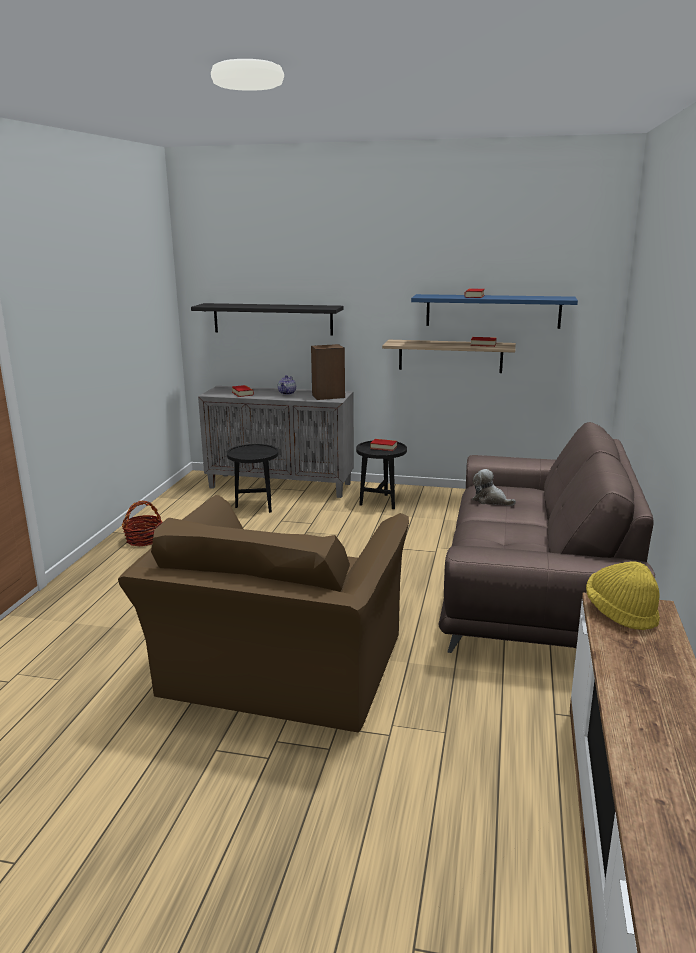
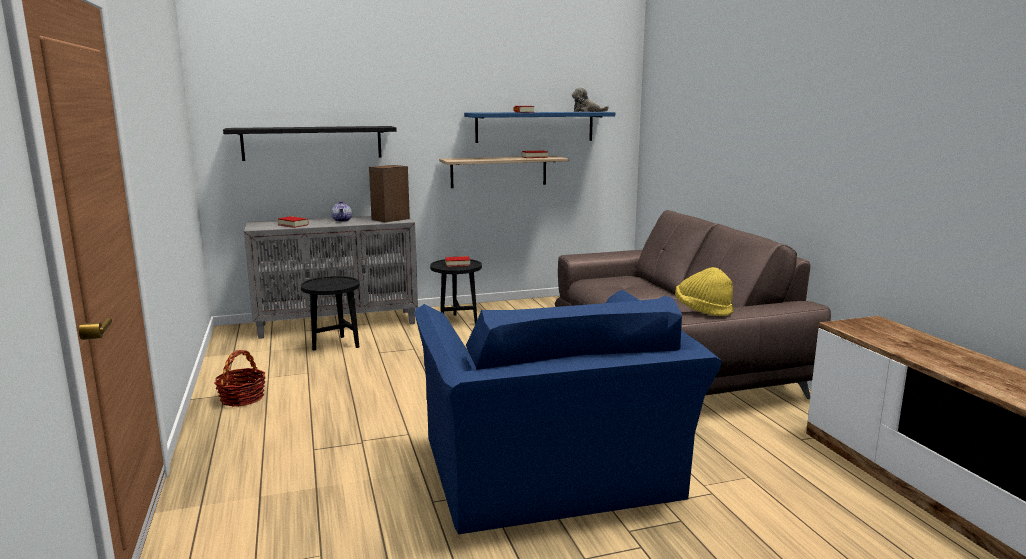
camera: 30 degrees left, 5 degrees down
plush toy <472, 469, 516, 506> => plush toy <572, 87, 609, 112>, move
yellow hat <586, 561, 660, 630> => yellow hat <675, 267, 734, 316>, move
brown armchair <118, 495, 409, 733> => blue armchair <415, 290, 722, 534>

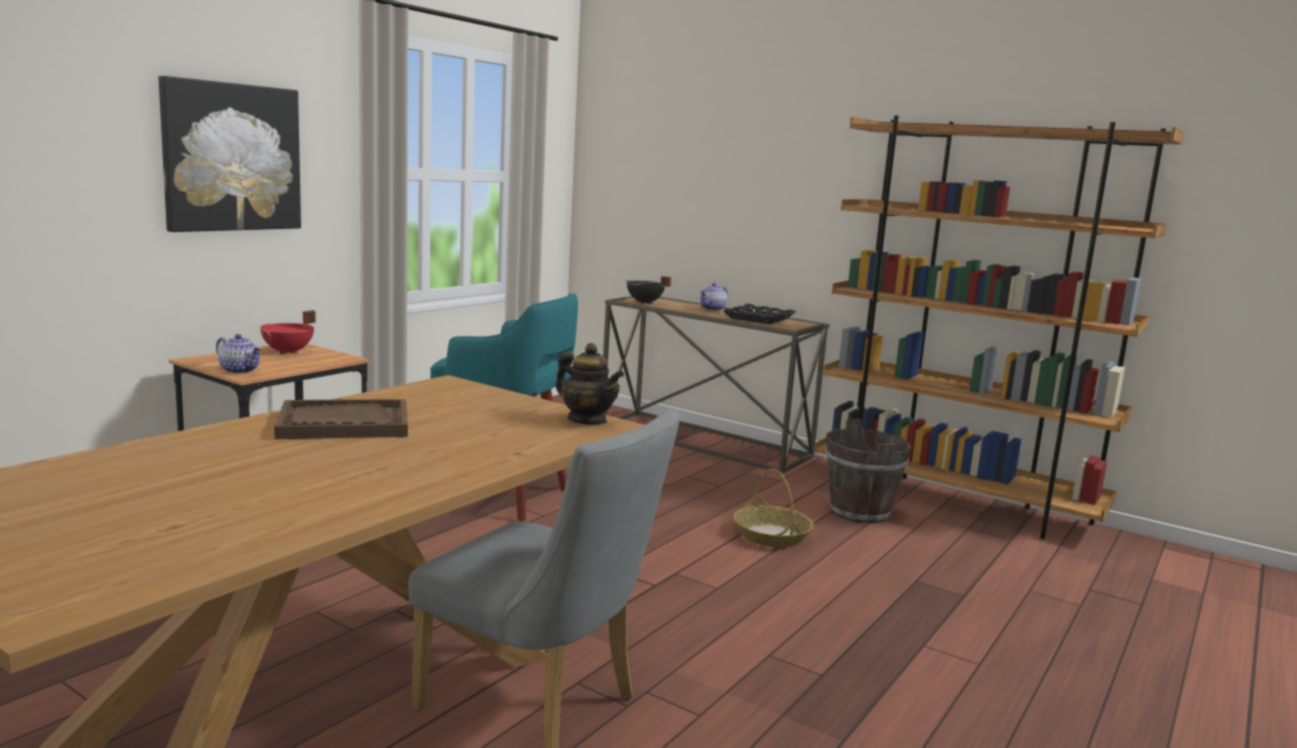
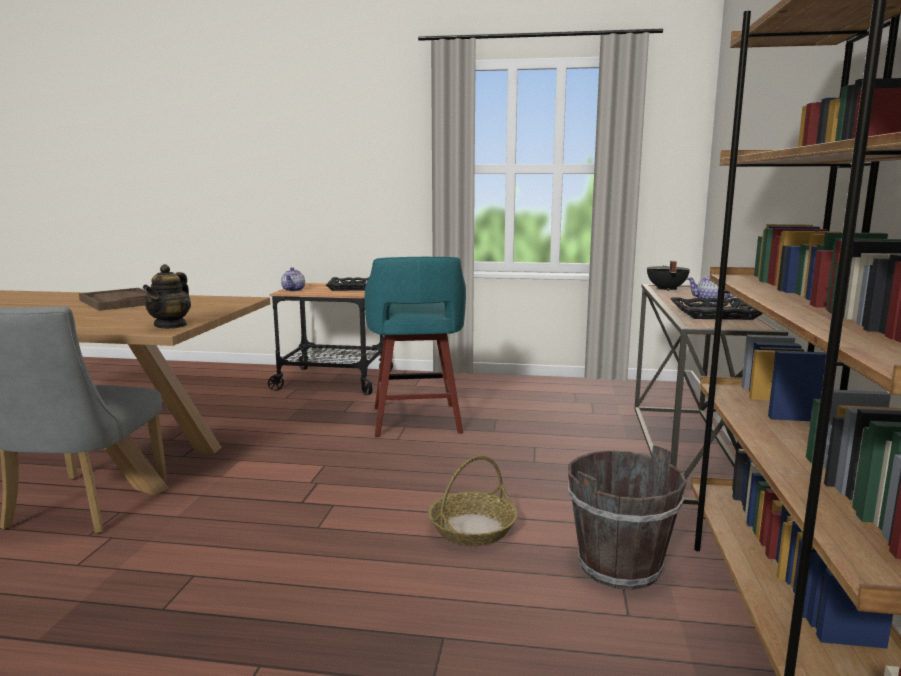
camera: 65 degrees right, 0 degrees up
picture <159, 76, 301, 232> => nothing
red cooking pot <260, 310, 316, 354> => black tray <326, 277, 369, 291>

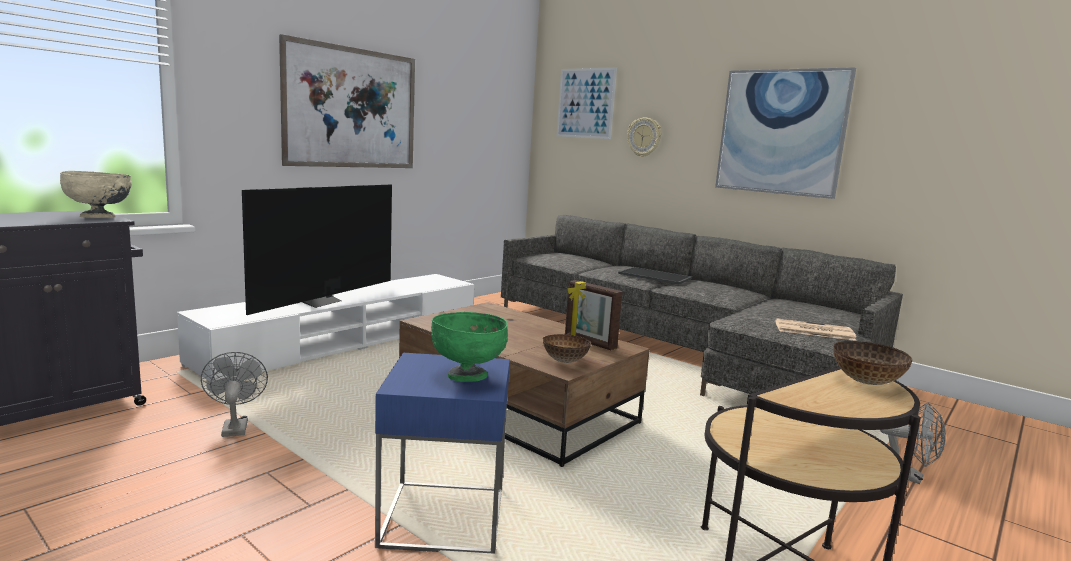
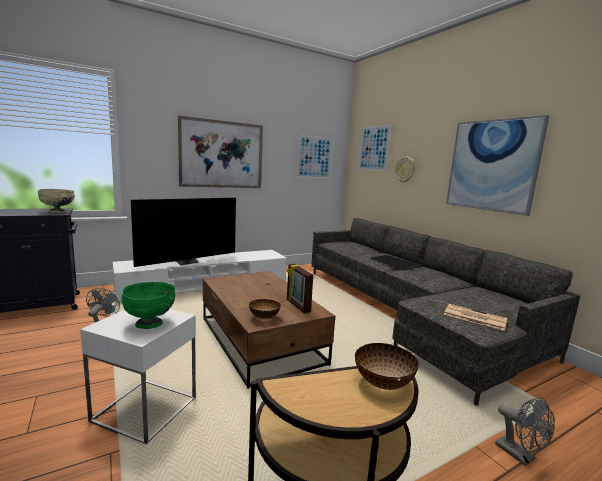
camera: 20 degrees right, 0 degrees up
nothing => picture <296, 135, 333, 179>
blue side table <375, 353, 510, 554> => white side table <80, 309, 196, 444>

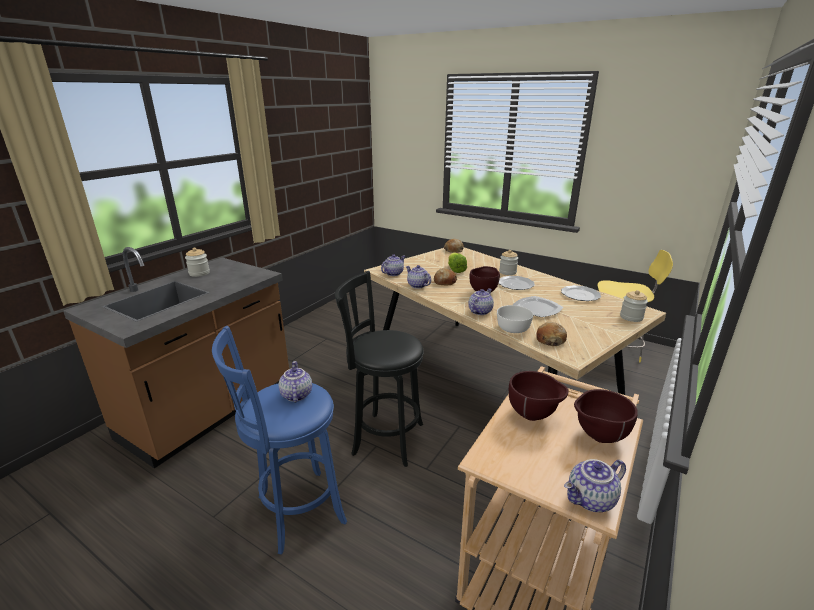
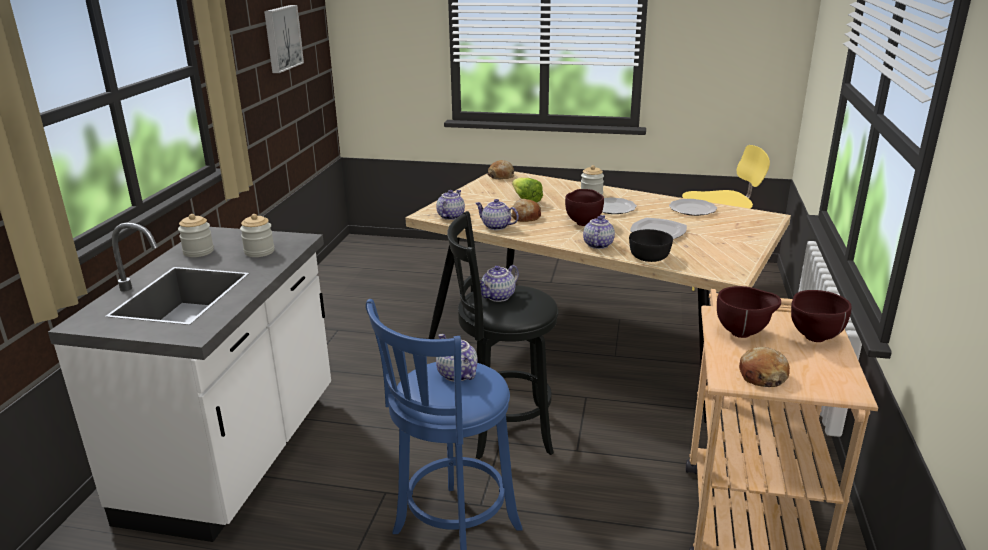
camera: 20 degrees left, 0 degrees up
nothing => picture <264, 5, 304, 73>
bread <537, 322, 567, 346> => bread <739, 347, 790, 387>, move
teapot <564, 459, 626, 512> => teapot <480, 265, 519, 302>, move
jar <620, 290, 648, 322> => jar <240, 214, 274, 257>, move
brown counter <63, 247, 289, 468> => white counter <48, 222, 331, 542>
white bowl <497, 305, 533, 333> => black bowl <629, 229, 673, 262>

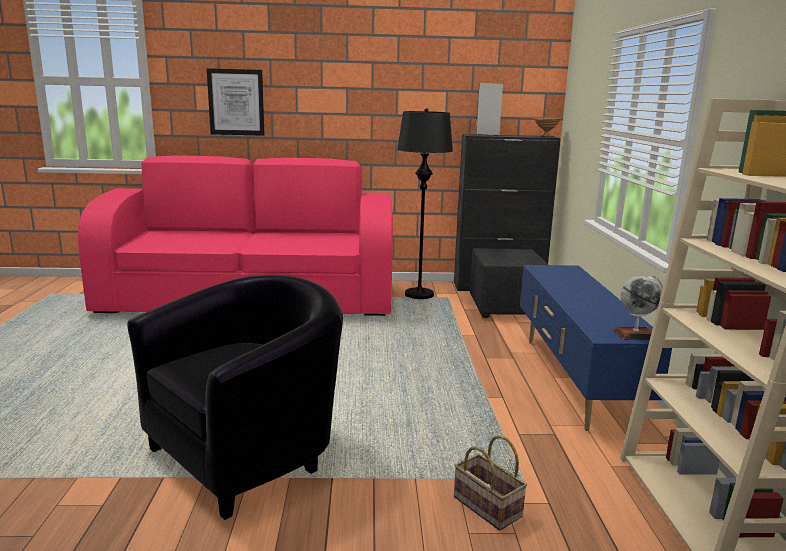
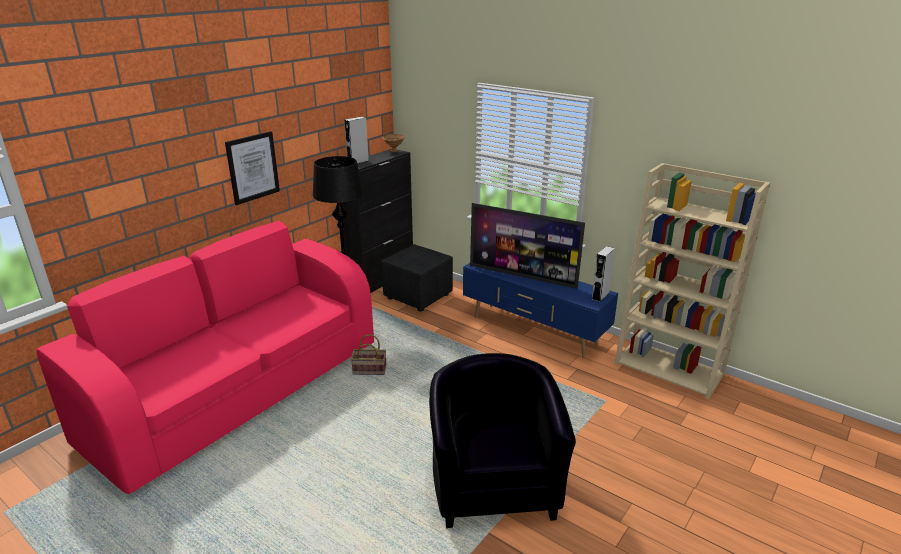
camera: 50 degrees left, 10 degrees up
nothing => television <470, 203, 585, 289>
picture <207, 68, 265, 136> => picture <225, 131, 280, 205>, move
basket <454, 435, 527, 531> => basket <351, 334, 386, 375>, move
globe <613, 275, 663, 340> => grey speaker <592, 246, 615, 302>

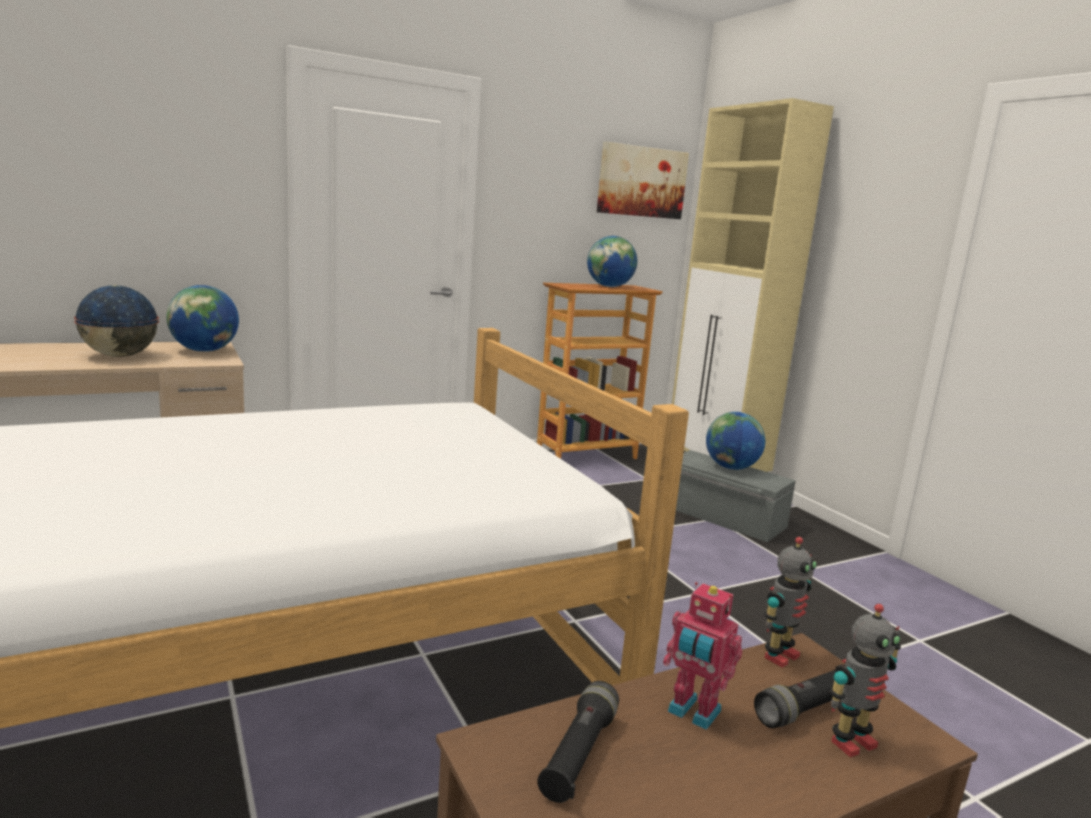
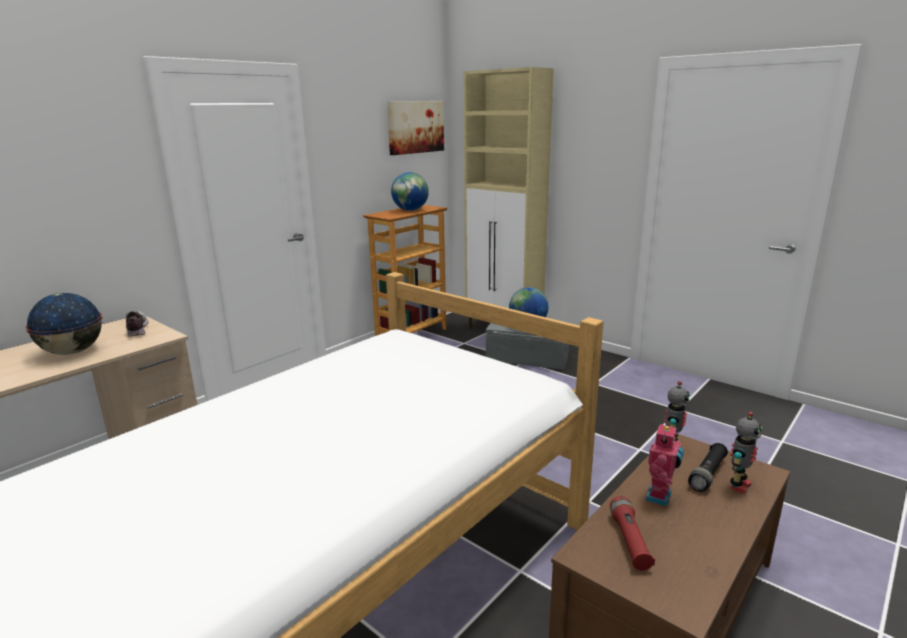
camera: 20 degrees left, 5 degrees up
globe <166, 285, 239, 352> => shoe <126, 311, 148, 337>
black flashlight <537, 681, 619, 803> => red flashlight <610, 496, 655, 571>
toy robot <663, 582, 742, 730> => toy robot <645, 423, 684, 506>, 75 degrees counterclockwise

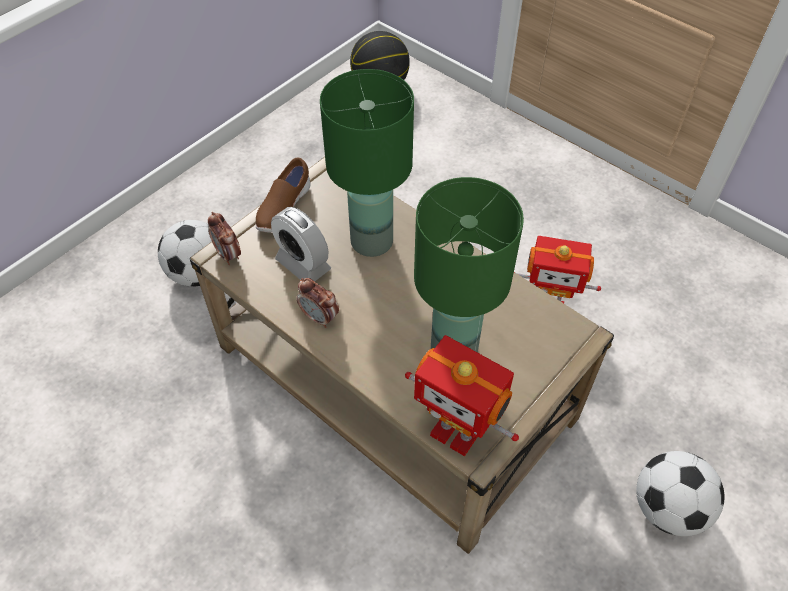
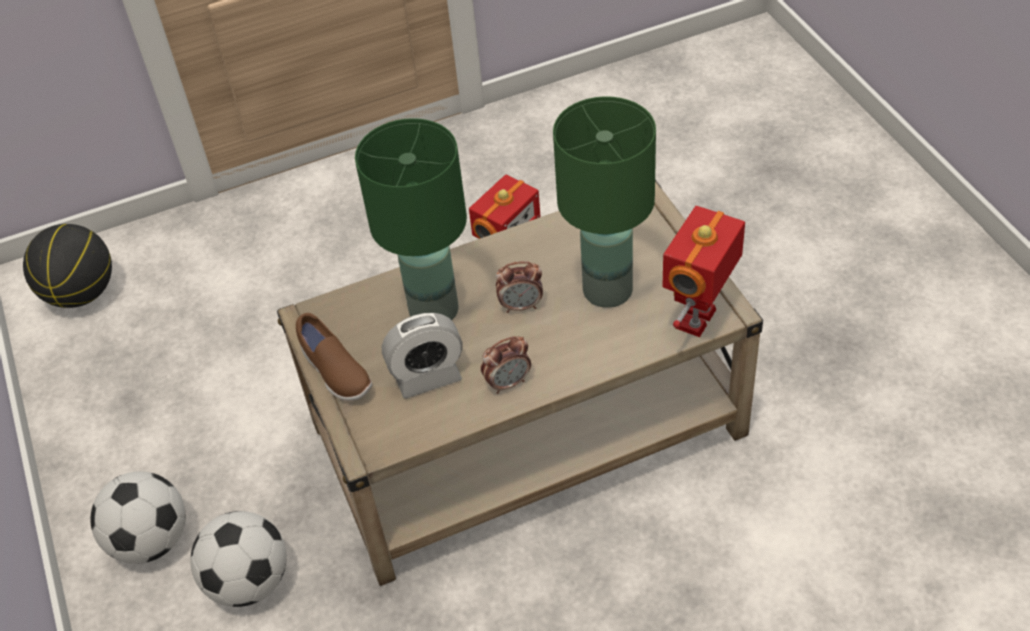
camera: 60 degrees left, 5 degrees down
alarm clock <208, 212, 241, 265> => alarm clock <496, 261, 543, 313>, move
football <636, 451, 725, 536> => football <90, 471, 185, 564>, move
toy robot <405, 335, 519, 457> => toy robot <662, 206, 745, 337>, 150 degrees clockwise

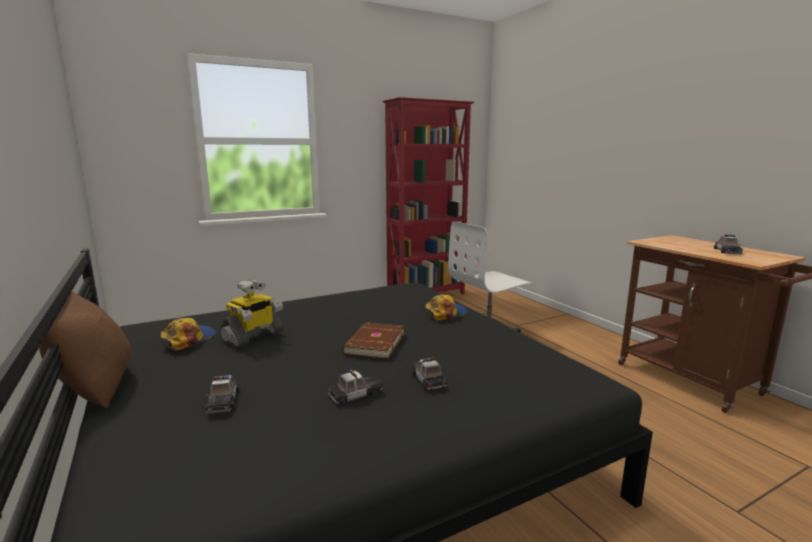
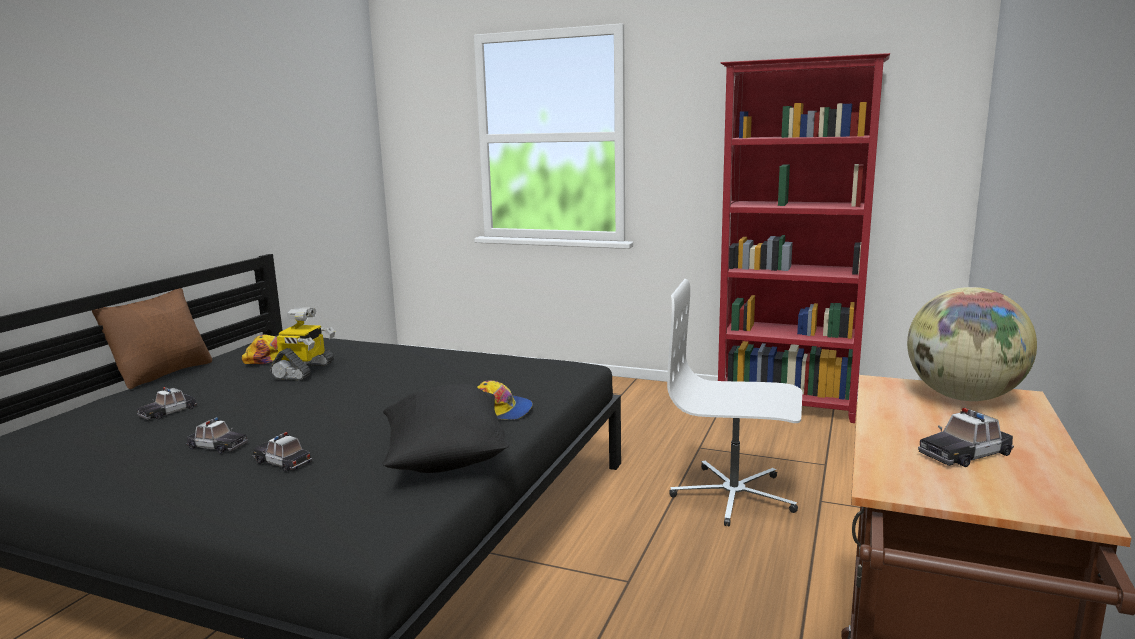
camera: 50 degrees right, 0 degrees up
brown book <342, 322, 405, 359> => nothing
nothing => black pillow <382, 384, 510, 473>
nothing => globe <907, 287, 1037, 401>
toy robot <220, 279, 284, 347> => toy robot <270, 308, 335, 381>, 75 degrees counterclockwise
toy car <410, 357, 447, 391> => toy car <252, 432, 312, 472>, 90 degrees counterclockwise

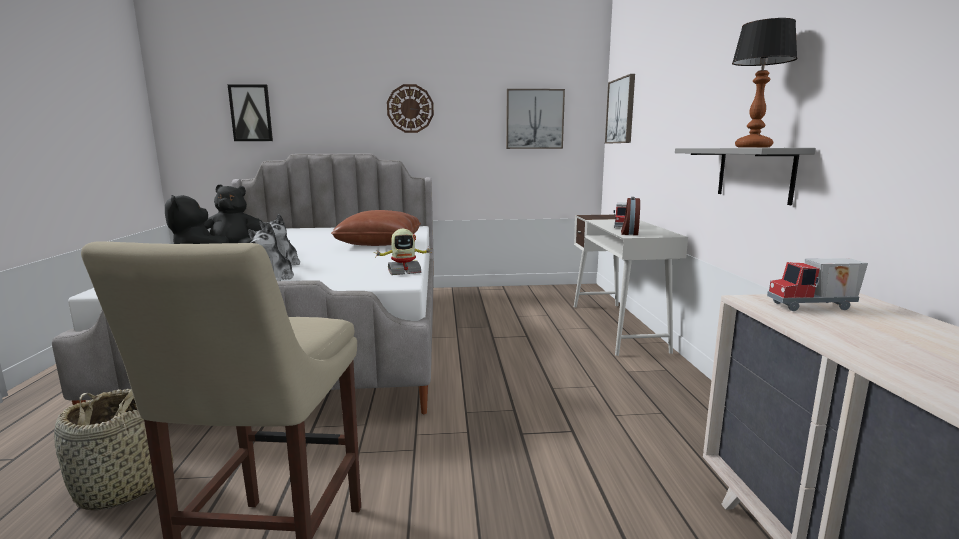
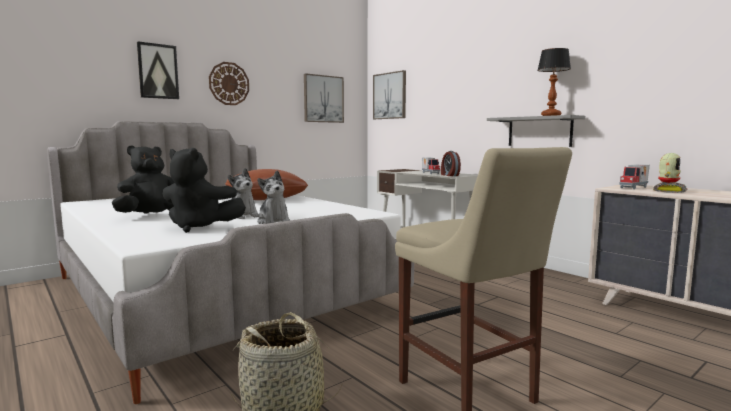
camera: 35 degrees left, 5 degrees down
picture <228, 84, 273, 141> => picture <137, 41, 179, 99>, move
toy robot <376, 229, 432, 275> => toy robot <653, 153, 687, 193>, move

